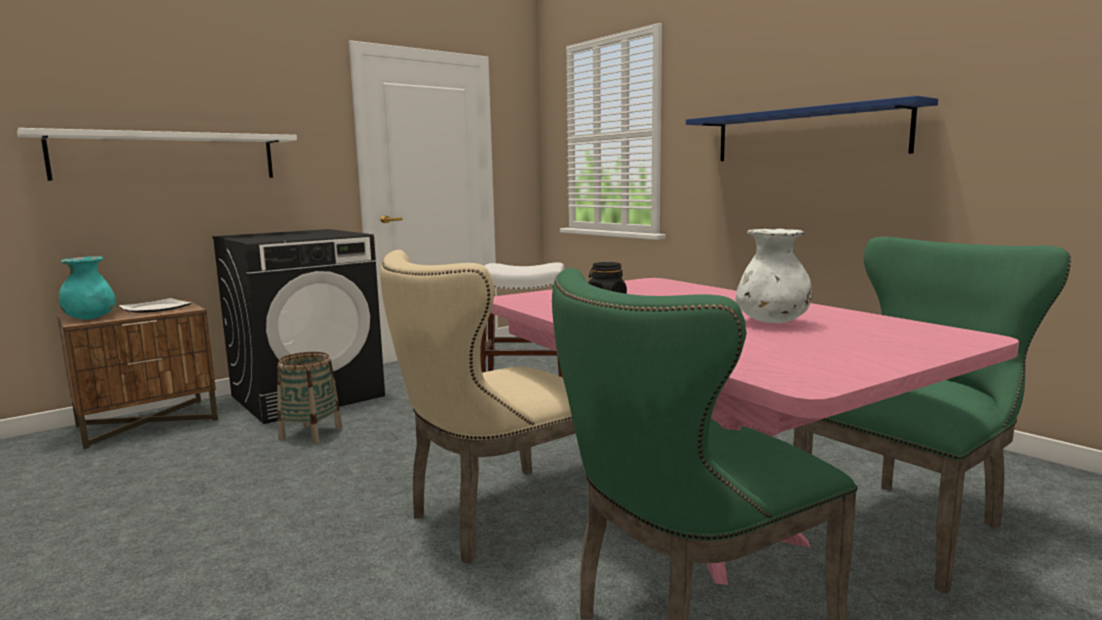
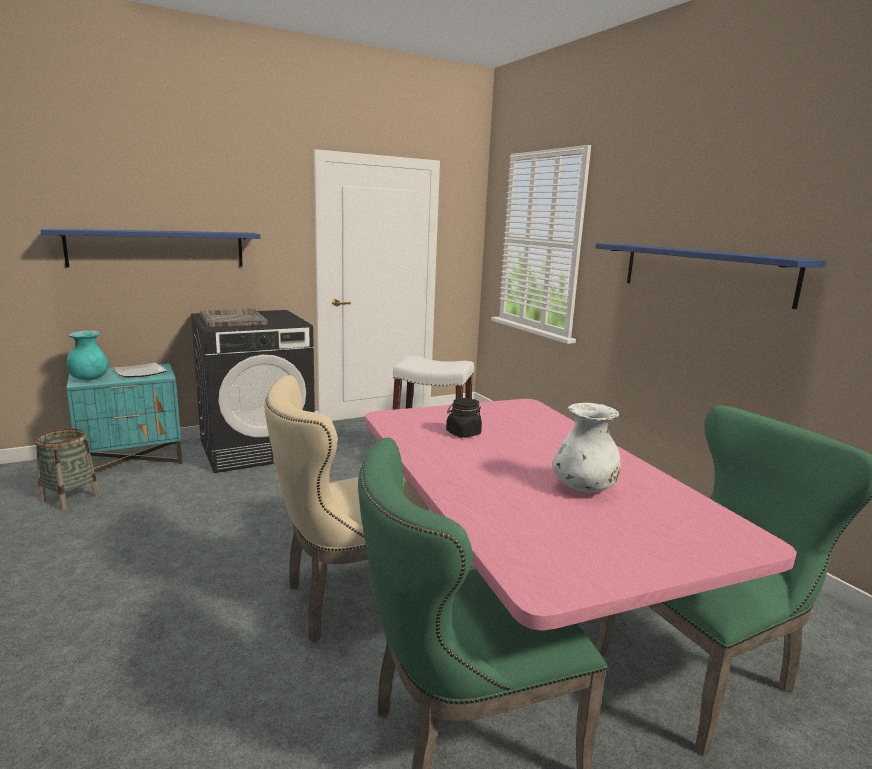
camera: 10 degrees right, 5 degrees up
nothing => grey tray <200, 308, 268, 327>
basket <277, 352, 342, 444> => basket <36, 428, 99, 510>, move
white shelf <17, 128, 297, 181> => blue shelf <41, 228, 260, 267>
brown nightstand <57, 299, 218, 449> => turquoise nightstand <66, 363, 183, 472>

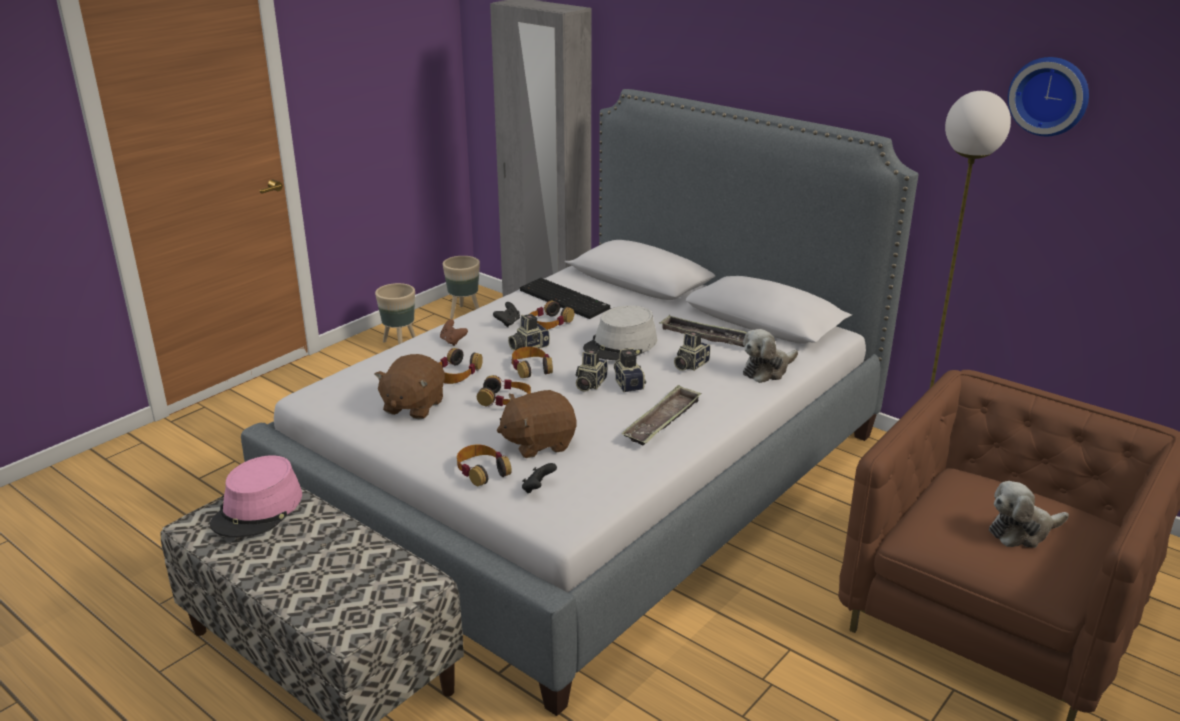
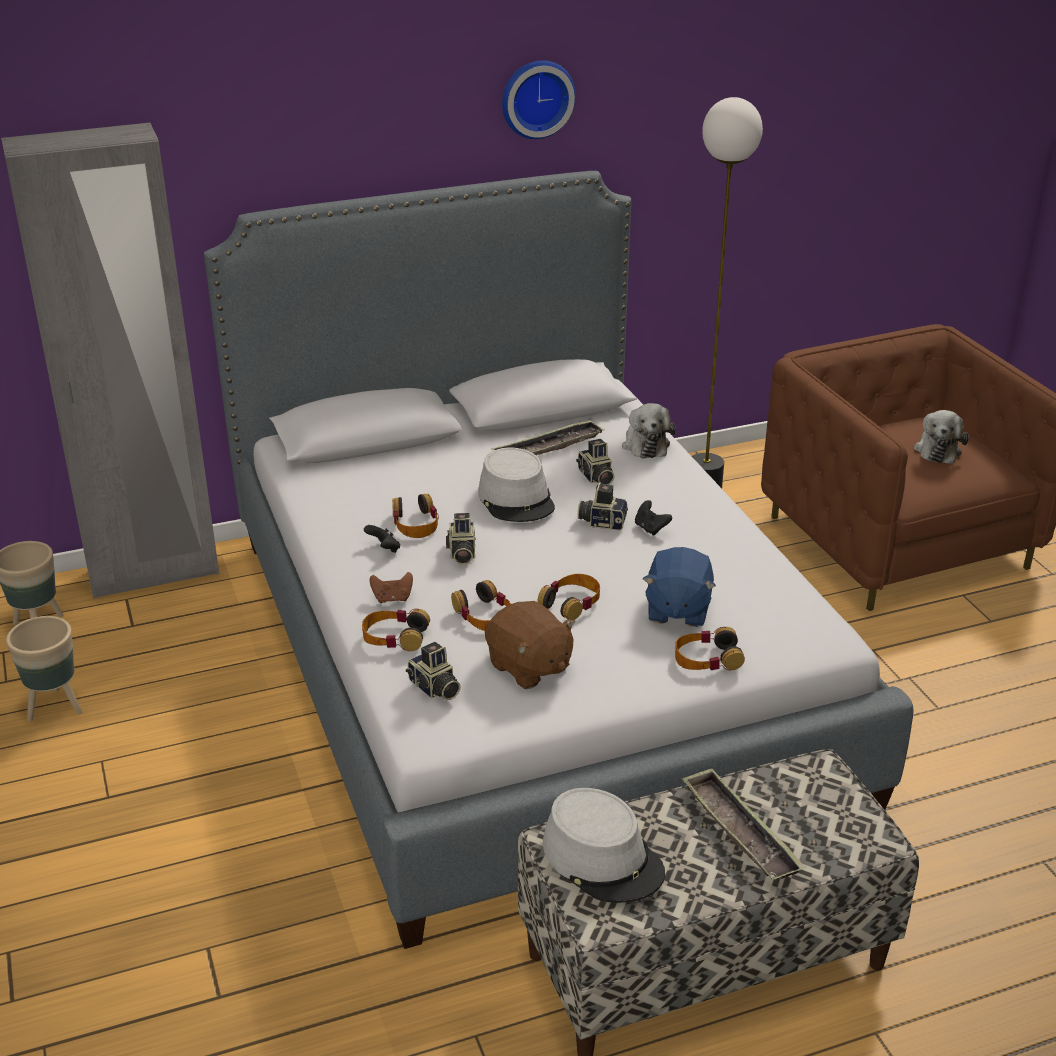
camera: 60 degrees left, 5 degrees up
keyboard <520, 278, 610, 319> => nothing
headphones <511, 347, 553, 378> => headphones <362, 609, 430, 651>, move
black game controller <522, 463, 557, 493> => black game controller <635, 500, 672, 536>, move
photo camera <576, 349, 607, 392> => photo camera <406, 642, 461, 700>, move
tray <621, 385, 702, 446> => tray <682, 768, 805, 880>, move
wall clock <1008, 57, 1089, 136> => wall clock <502, 60, 576, 139>, move
pink hat <210, 455, 302, 537> => grey hat <543, 788, 665, 903>
brown plush toy <497, 390, 576, 458> => blue plush toy <643, 547, 716, 627>

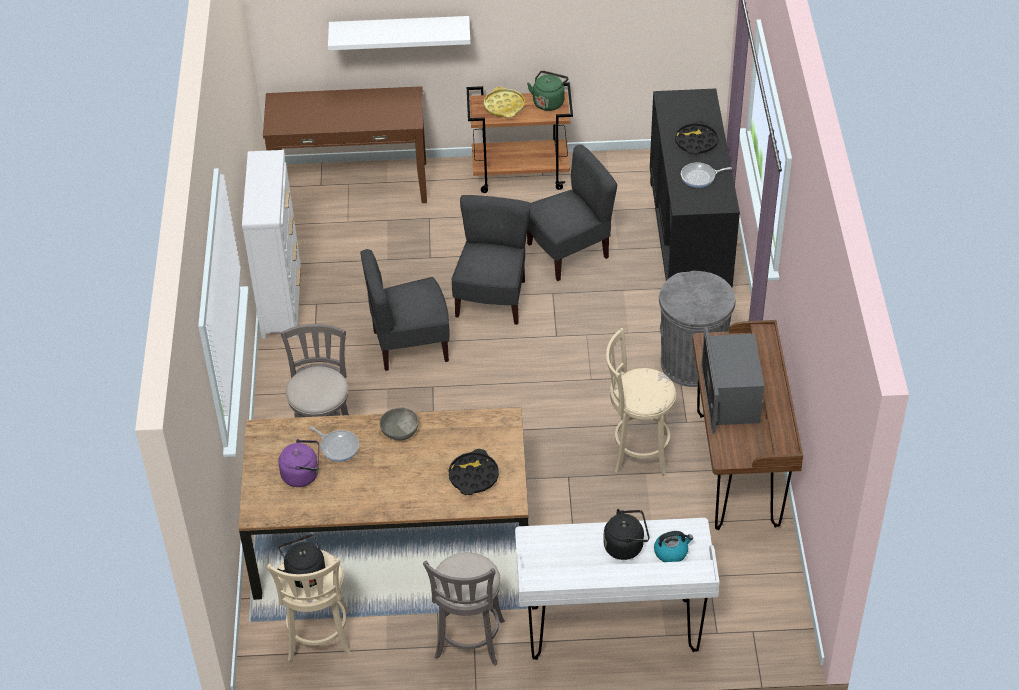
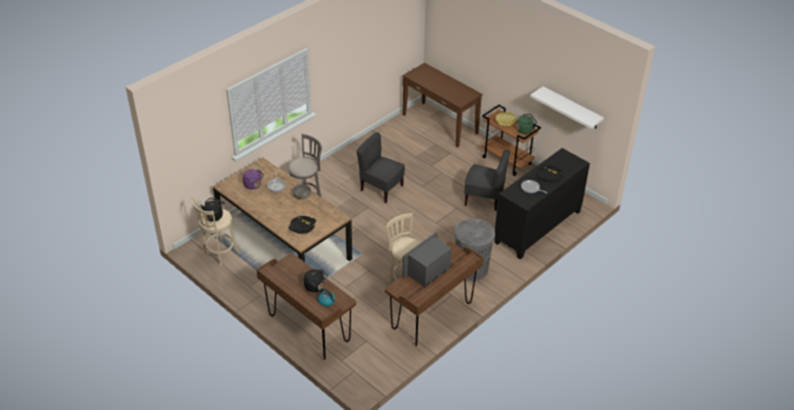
camera: 45 degrees right, 5 degrees down
white dresser <242, 150, 301, 339> => nothing
grey stool <423, 552, 505, 666> => nothing
grey chair <451, 195, 531, 325> => nothing
white shelf <328, 16, 471, 50> => white shelf <530, 86, 604, 129>, move
white desk <515, 518, 720, 660> => brown desk <256, 253, 356, 359>

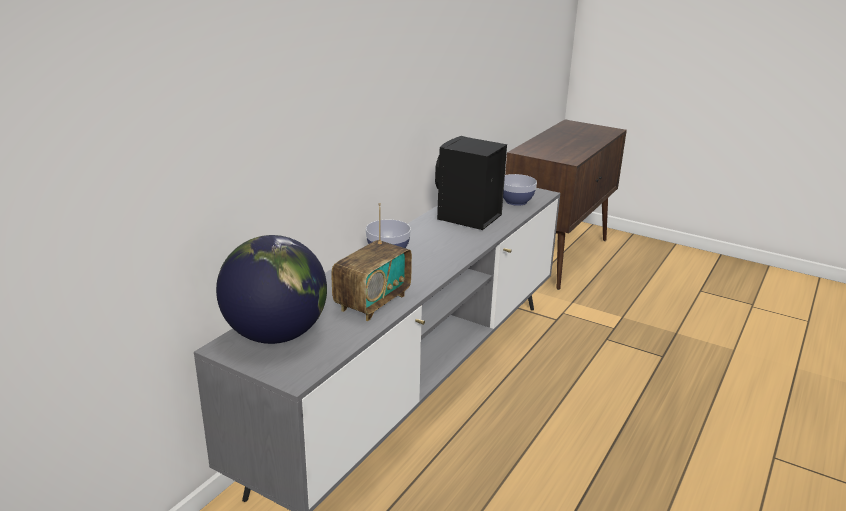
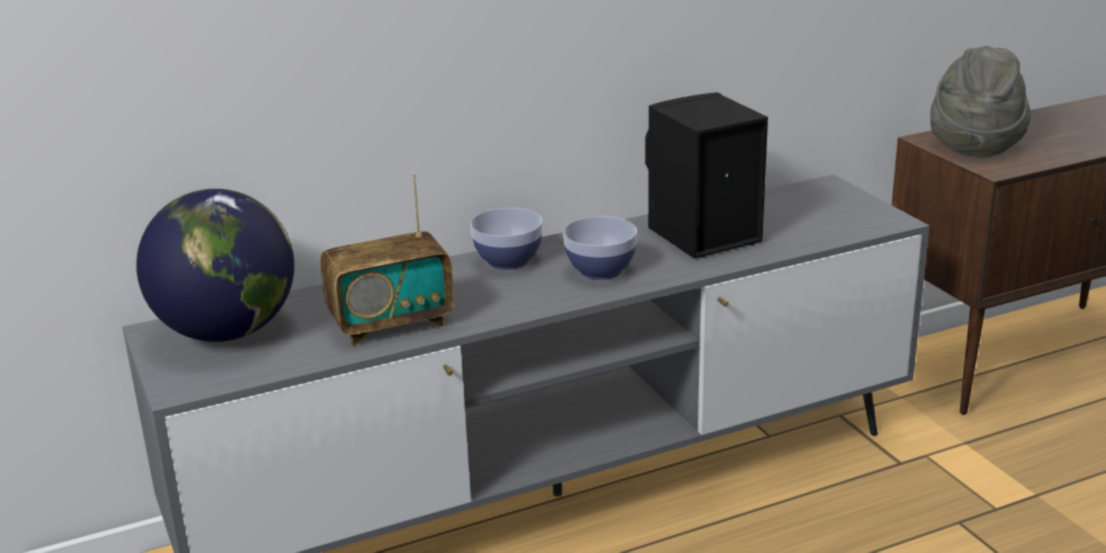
camera: 35 degrees right, 0 degrees up
nothing => grey hat <930, 46, 1031, 157>
bowl <503, 174, 537, 206> => bowl <563, 216, 637, 280>, move

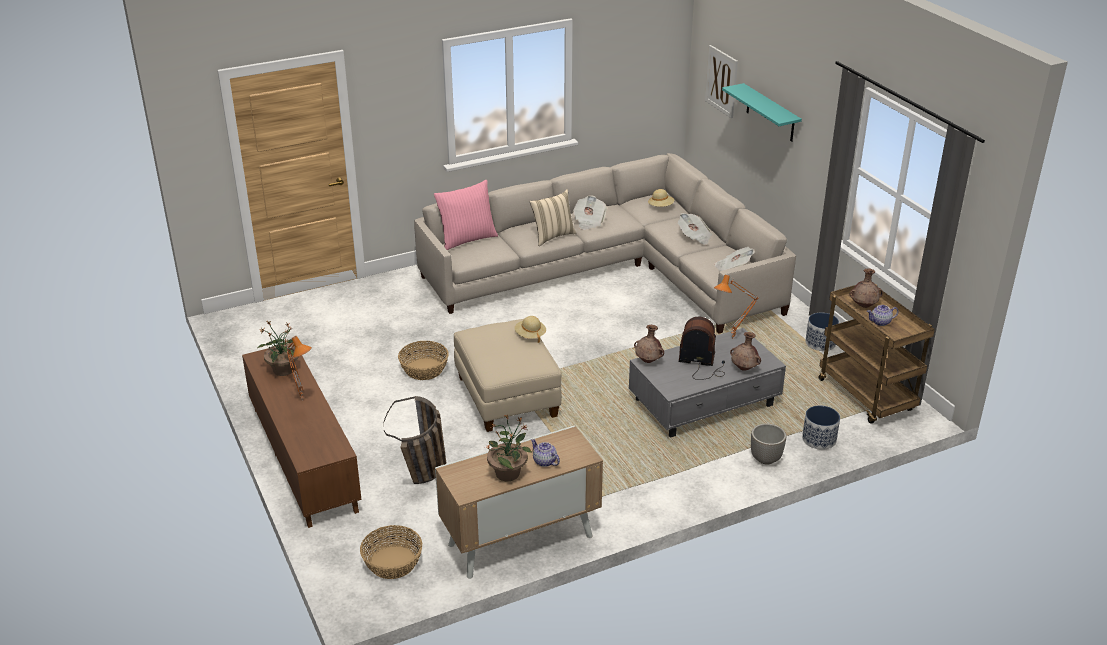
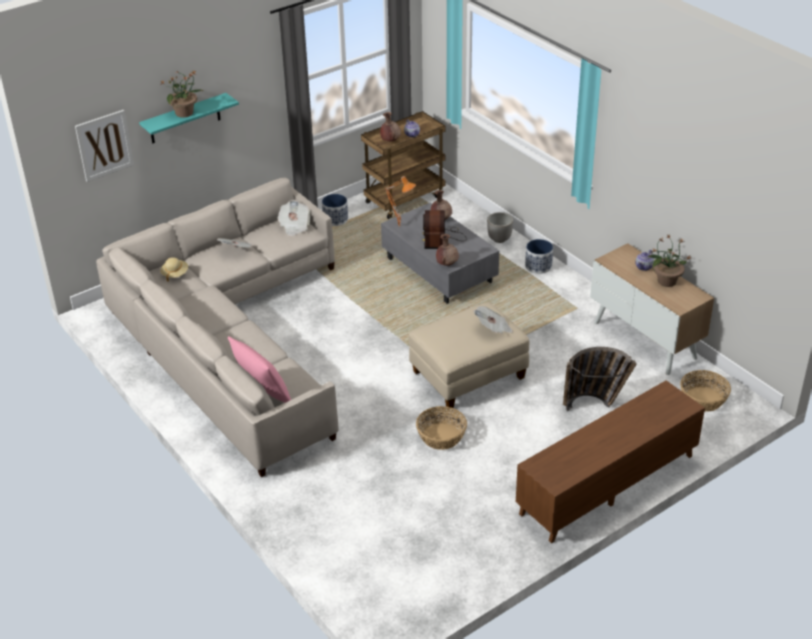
camera: 100 degrees left, 5 degrees up
orange table lamp <286, 336, 312, 401> => nothing
beige hat <515, 316, 546, 343> => nothing
beige pillow <529, 189, 576, 246> => nothing
potted plant <257, 320, 299, 376> => potted plant <160, 70, 204, 118>, move
newspaper <573, 195, 607, 230> => newspaper <473, 306, 513, 334>, move
planter <802, 405, 840, 450> => planter <525, 239, 553, 274>, move

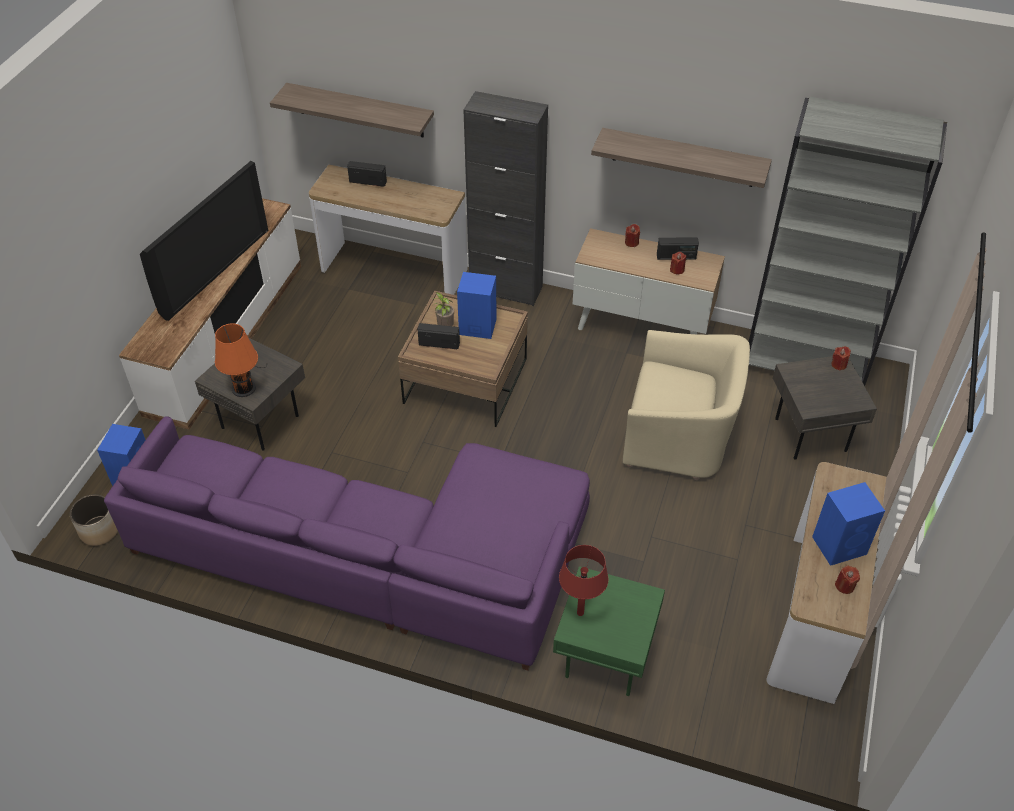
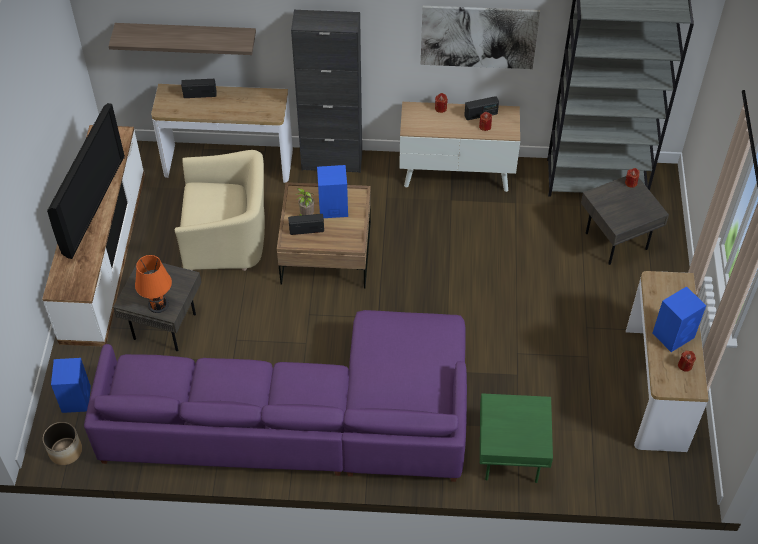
camera: 15 degrees left, 5 degrees up
red table lamp <559, 545, 609, 616> => nothing
beige armchair <623, 330, 750, 480> => beige armchair <175, 150, 265, 271>, move
shelf <591, 128, 772, 188> => picture <421, 6, 540, 69>

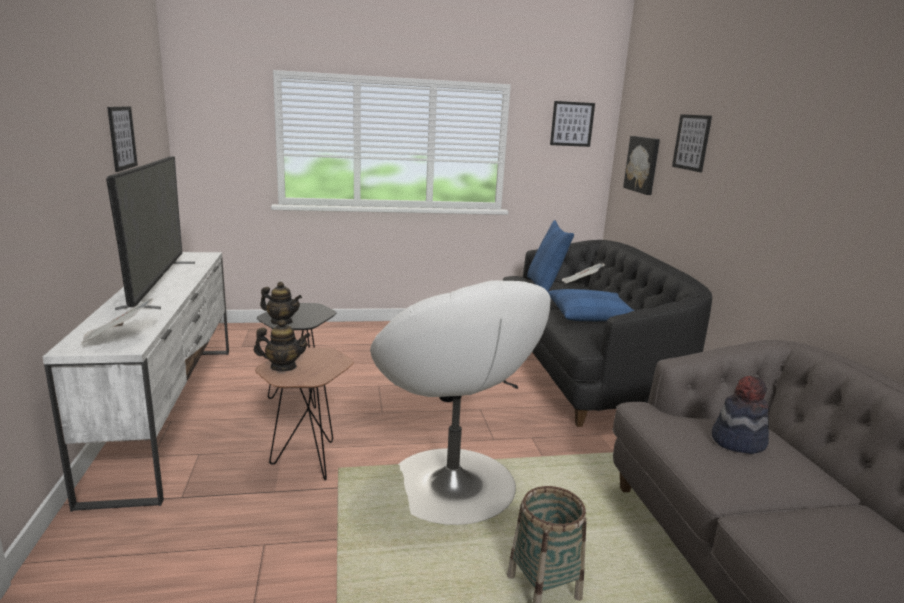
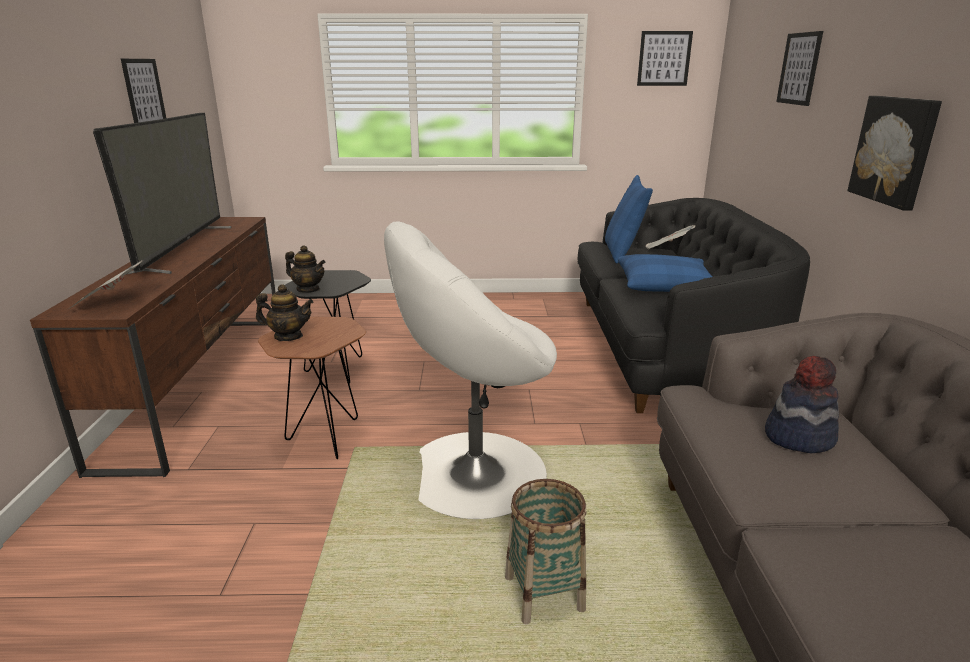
camera: 10 degrees right, 5 degrees up
picture <623, 136, 660, 195> => picture <847, 96, 942, 210>, move
white tv stand <42, 252, 229, 512> => brown tv stand <30, 217, 276, 478>
white armchair <370, 280, 551, 525> => white armchair <384, 221, 557, 519>, 90 degrees clockwise

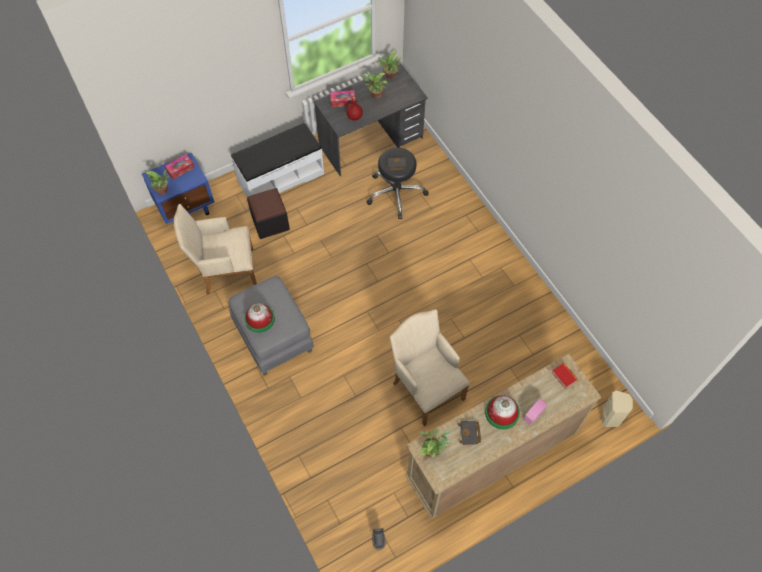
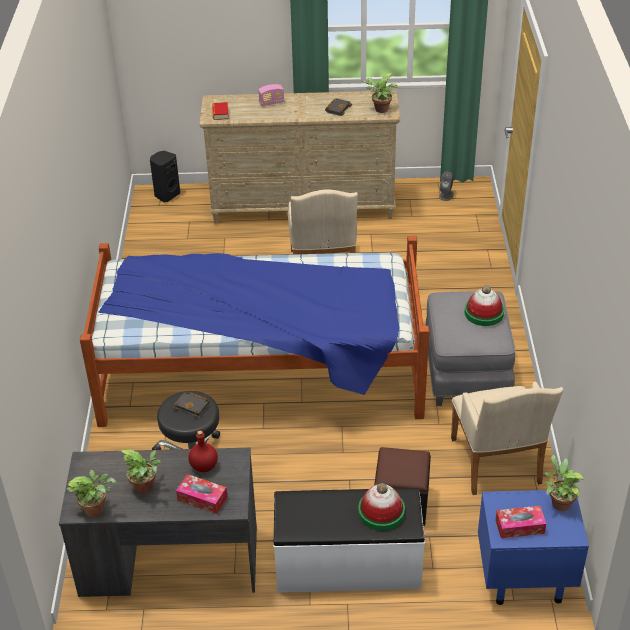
camera: 150 degrees left, 20 degrees down
nothing => bed <80, 236, 429, 427>
hat <485, 395, 520, 429> => hat <358, 483, 405, 531>, move
beige speaker <602, 390, 633, 427> => black speaker <150, 151, 180, 202>
beige armchair <174, 204, 257, 294> => beige armchair <451, 382, 563, 495>, 60 degrees clockwise

